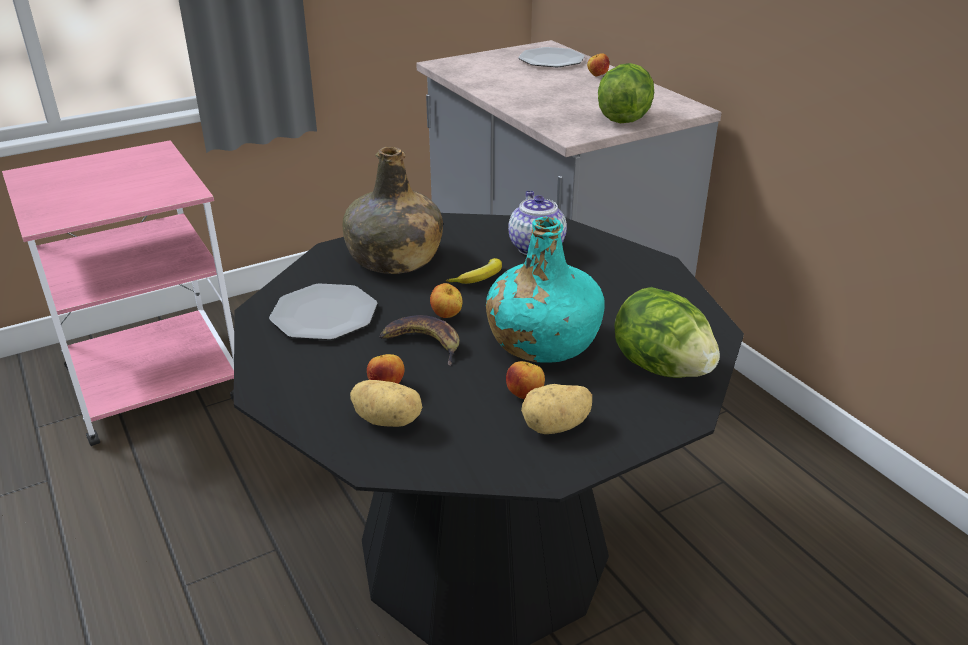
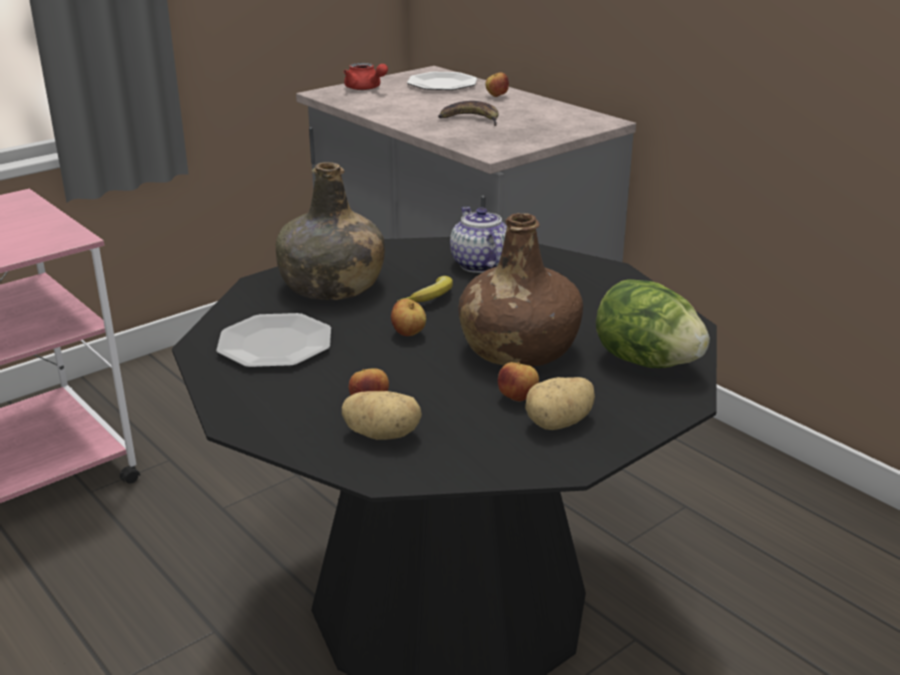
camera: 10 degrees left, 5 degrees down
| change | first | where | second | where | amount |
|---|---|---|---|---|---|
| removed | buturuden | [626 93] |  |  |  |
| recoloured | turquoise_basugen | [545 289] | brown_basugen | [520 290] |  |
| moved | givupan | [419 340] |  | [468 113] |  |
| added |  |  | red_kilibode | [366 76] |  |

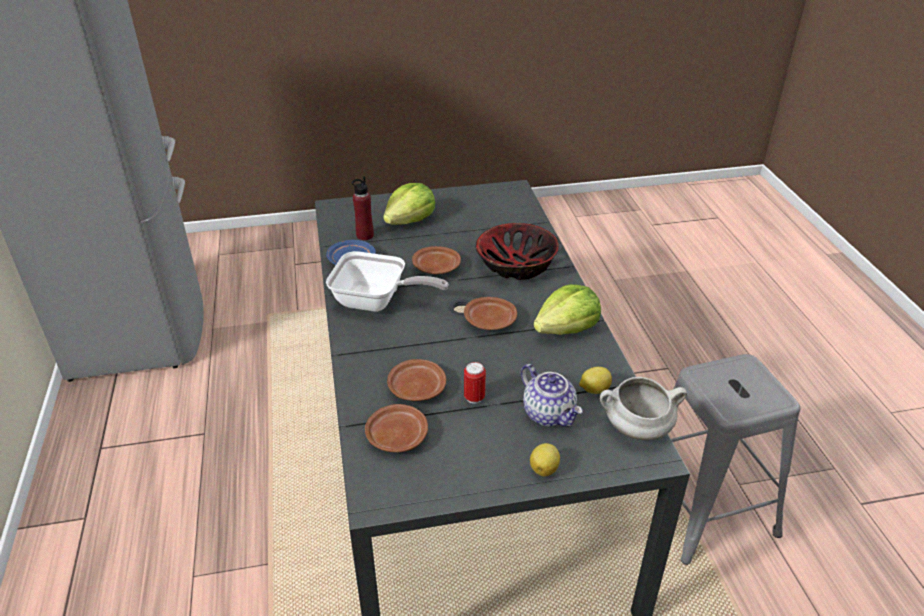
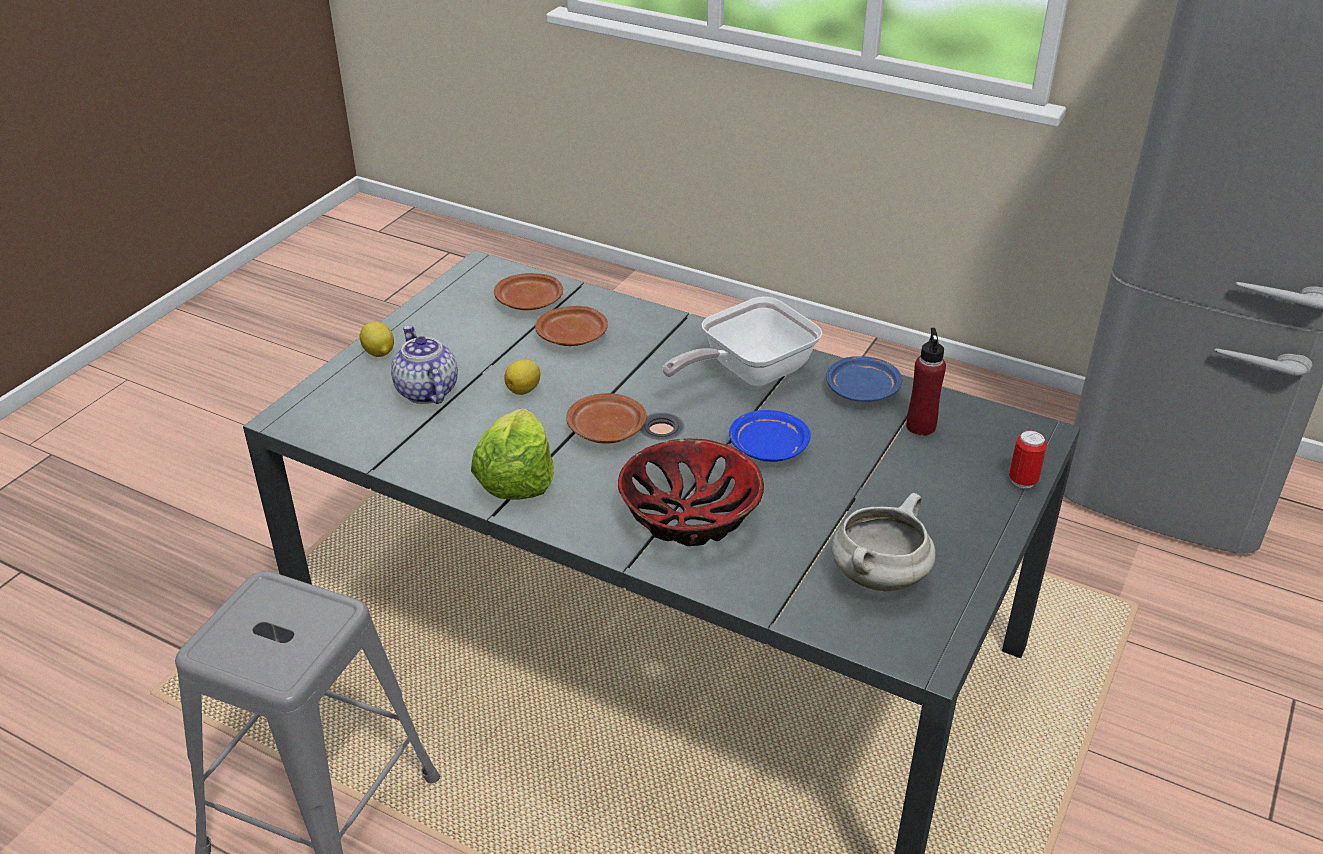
camera: 130 degrees right, 0 degrees up
| change | first | where | second | where | amount |
|---|---|---|---|---|---|
| removed | buturuden | [409 204] |  |  |  |
| recoloured | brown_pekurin | [436 260] | blue_pekurin | [770 436] |  |
| moved | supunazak | [475 383] |  | [1028 459] |  |
| turned | kilibode | [552 395] |  | [424 364] | 60 degrees clockwise |
| moved | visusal | [595 380] |  | [522 377] |  |
| moved | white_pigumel | [643 408] |  | [883 542] |  |

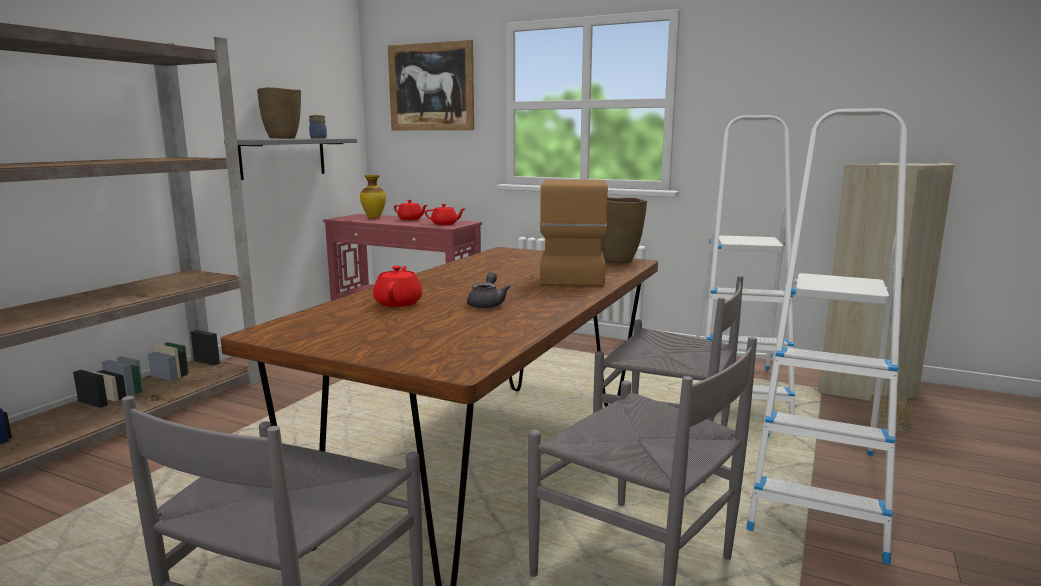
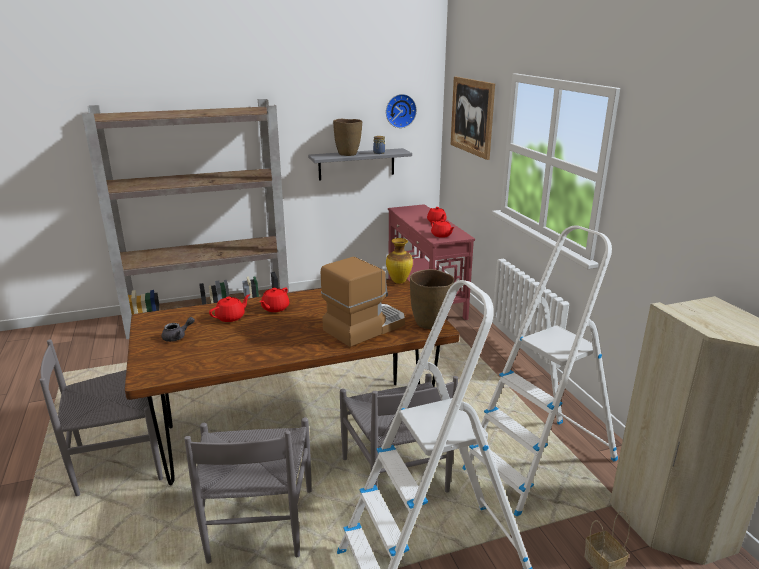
camera: 45 degrees right, 10 degrees up
| change | first | where | second | where | amount |
|---|---|---|---|---|---|
| moved | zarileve | [373 196] |  | [399 261] |  |
| moved | grey_kilibode | [488 290] |  | [178 329] |  |
| added |  |  | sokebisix | [401 111] |  |
| added |  |  | red_kilibode | [274 300] |  |

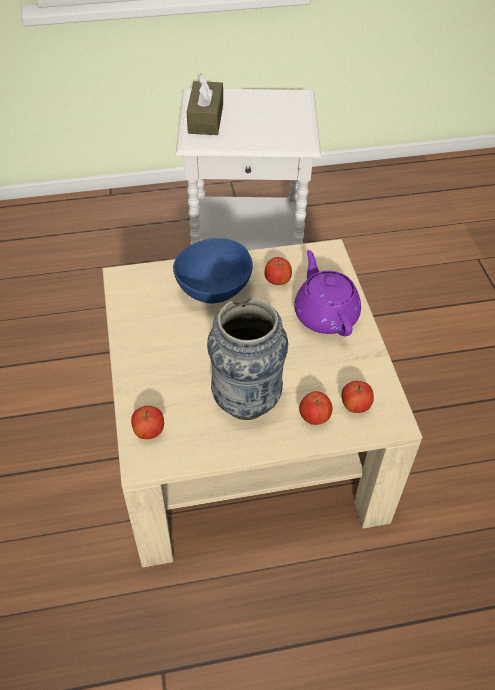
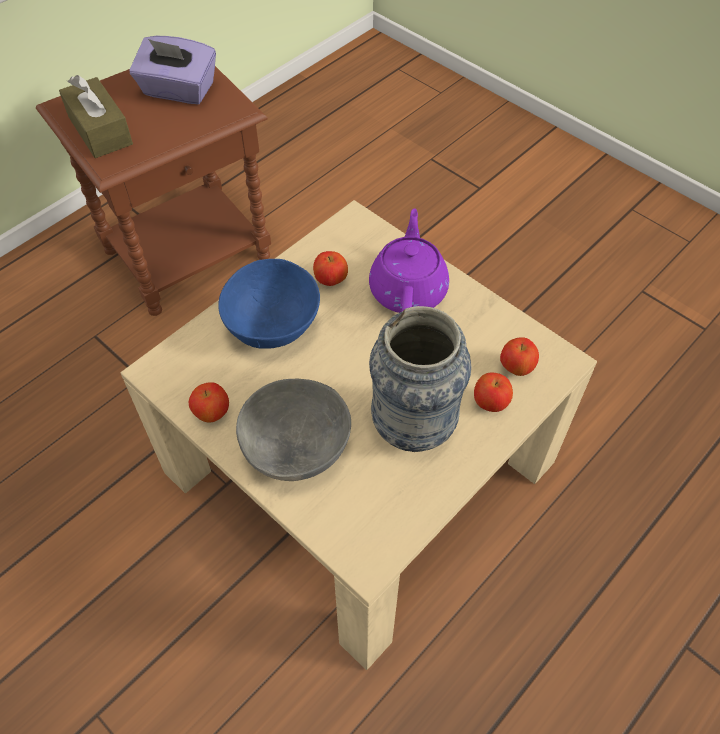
camera: 35 degrees left, 5 degrees up
| change | first | where | second | where | amount |
|---|---|---|---|---|---|
| recoloured | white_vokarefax | [248 169] | brown_vokarefax | [153 191] |  |
| turned | purple_kilibode | [327 293] |  | [409 260] | 60 degrees clockwise |
| moved | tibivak | [147 422] |  | [209 402] |  |
| added |  |  | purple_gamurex | [172 69] |  |
| added |  |  | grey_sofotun | [293 430] |  |

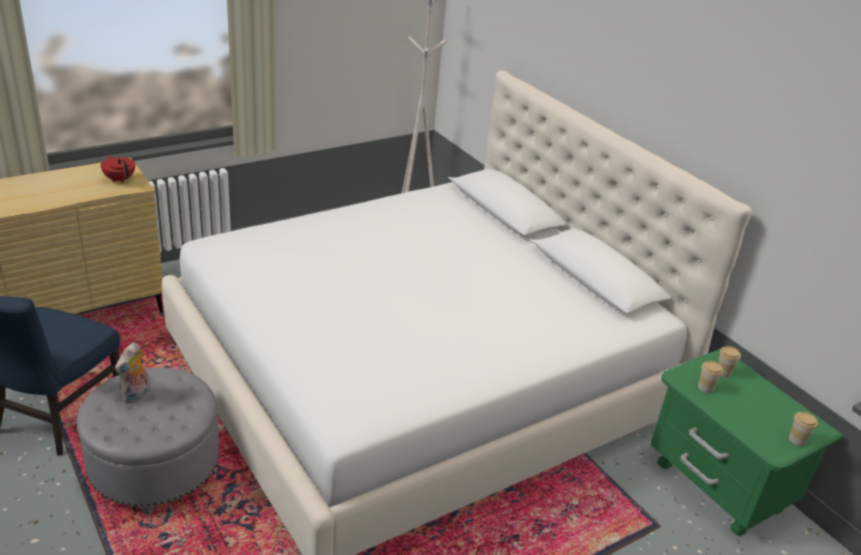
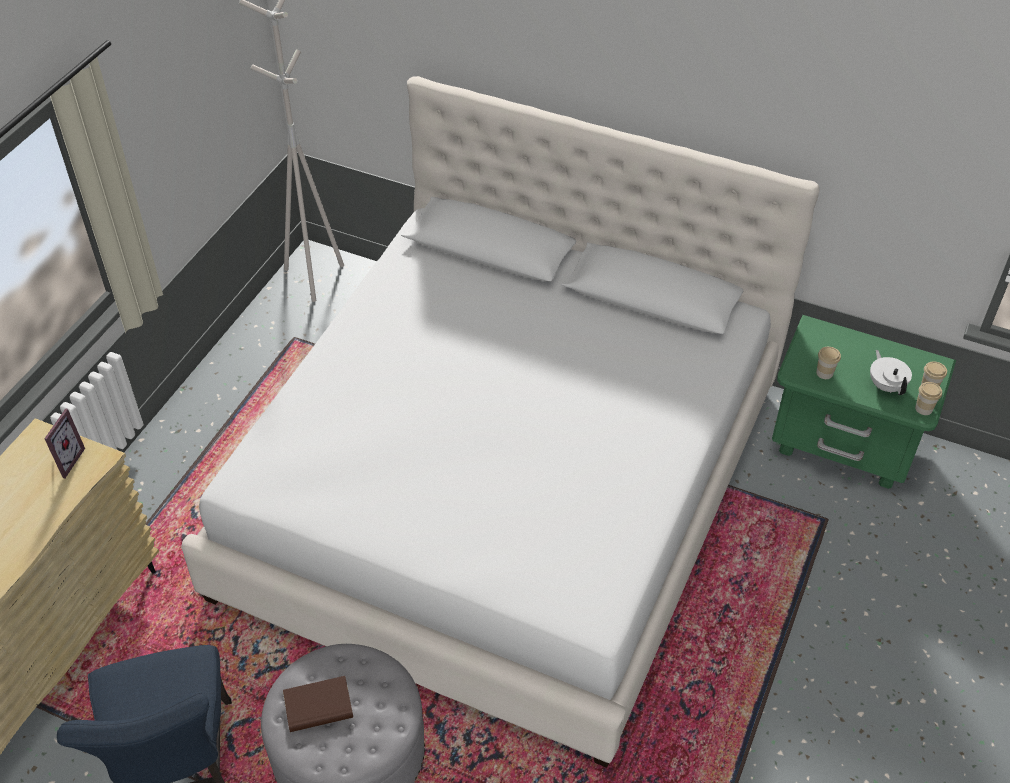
camera: 30 degrees left, 15 degrees up
| change | first | where | second | where | amount |
|---|---|---|---|---|---|
| replaced | red_kilibode | [117 169] | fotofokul | [64 443] |  |
| replaced | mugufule | [132 373] | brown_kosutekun | [318 704] |  |
| moved | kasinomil | [729 361] |  | [928 398] |  |
| added |  |  | white_kilibode | [891 372] |  |

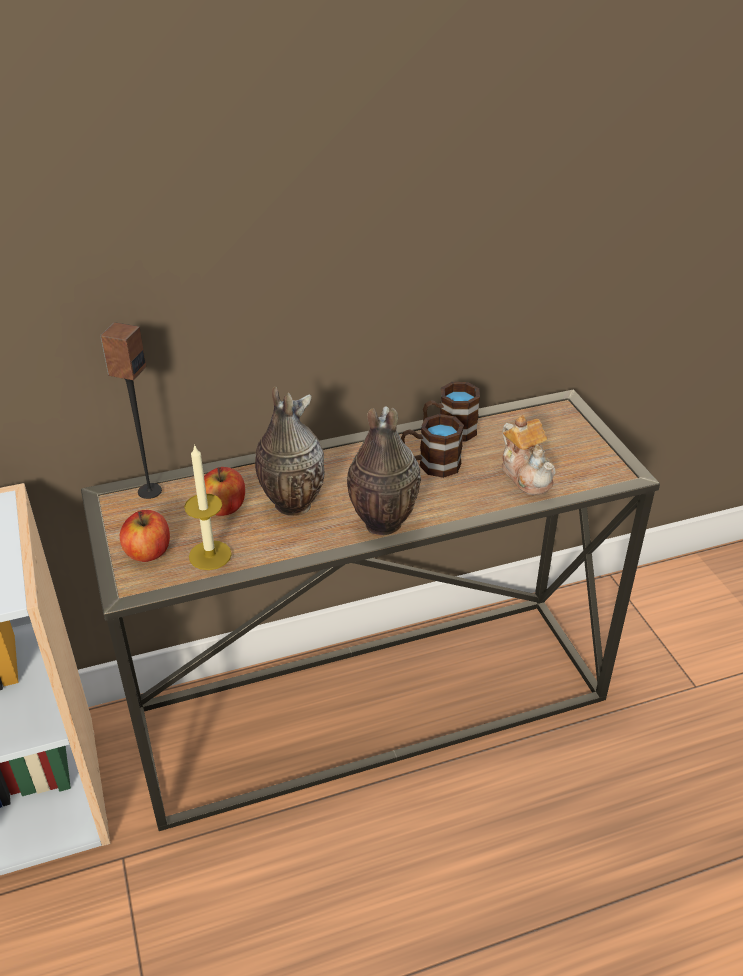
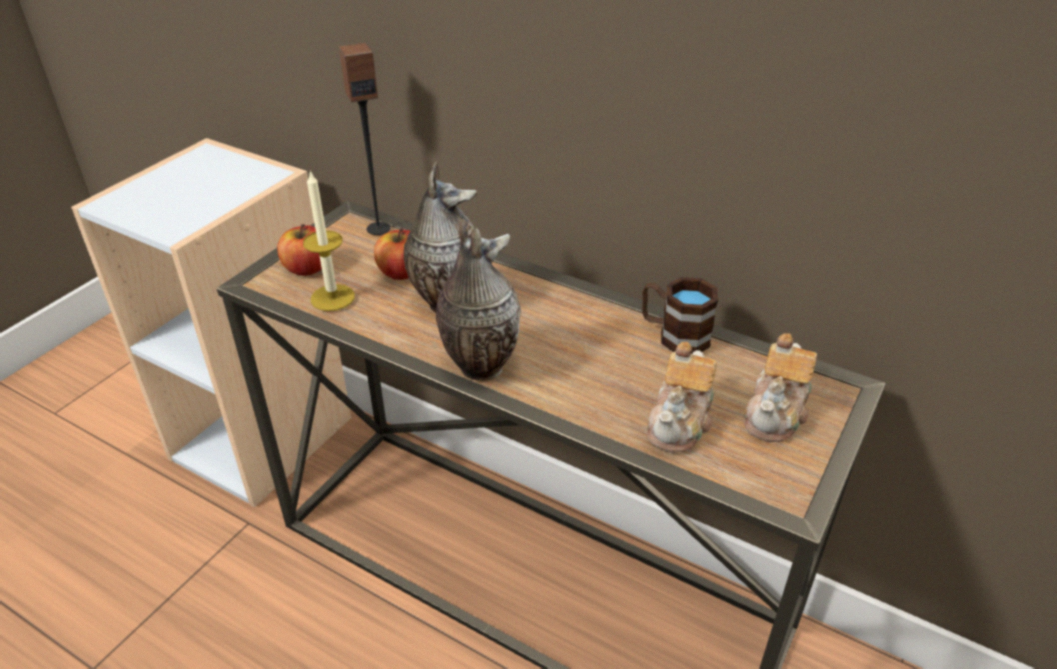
camera: 50 degrees right, 0 degrees up
| change | first | where | second | where | amount |
|---|---|---|---|---|---|
| removed | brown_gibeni | [432 446] |  |  |  |
| added |  |  | kilibode | [780 387] |  |

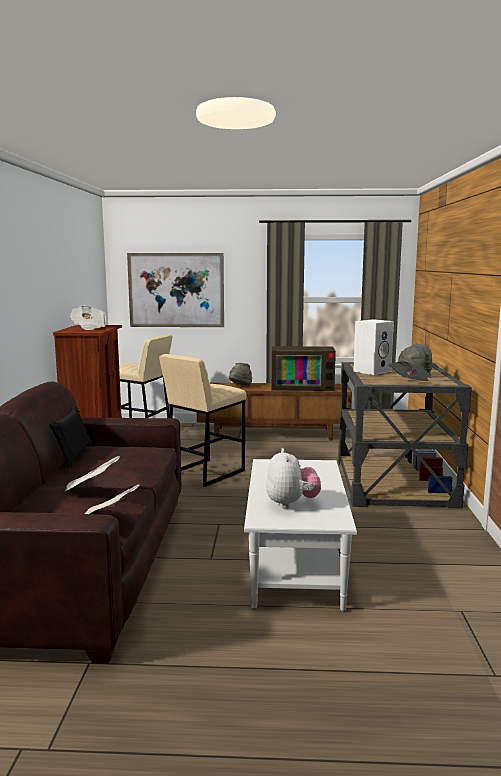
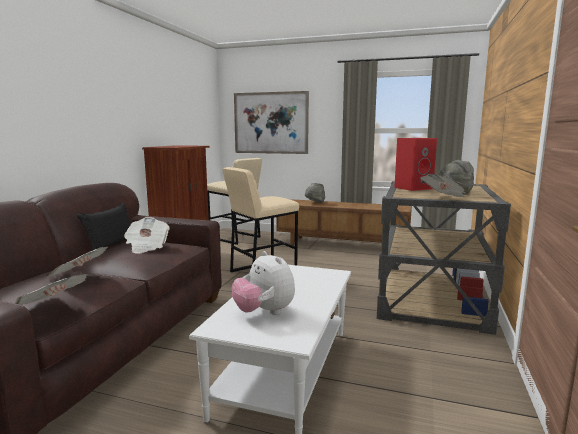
camera: 15 degrees right, 0 degrees up
| change | first | where | second | where | amount |
|---|---|---|---|---|---|
| moved | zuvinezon | [88 317] |  | [147 235] |  |
| recoloured | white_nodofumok | [373 347] | red_nodofumok | [415 164] |  |
| removed | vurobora | [304 368] |  |  |  |
| turned | mugufule | [293 478] |  | [263 283] | 135 degrees clockwise |

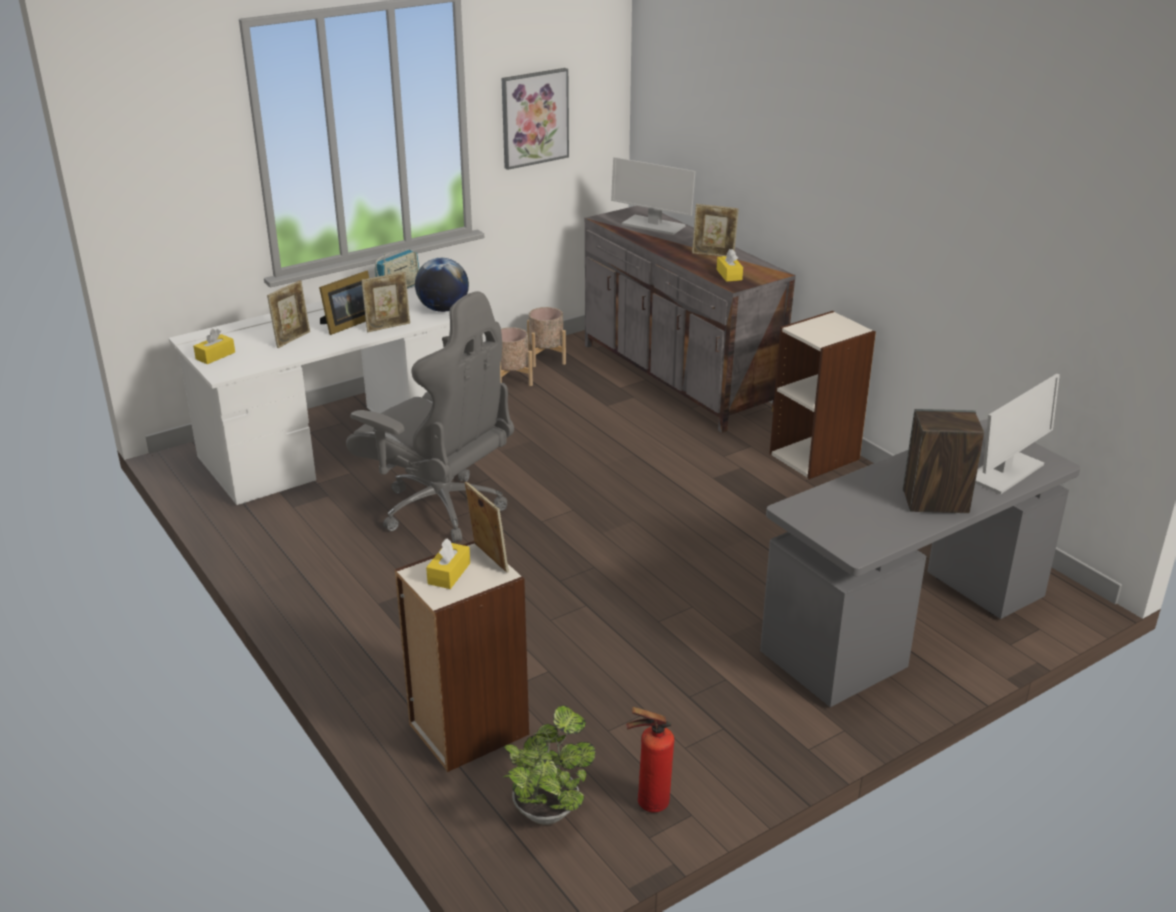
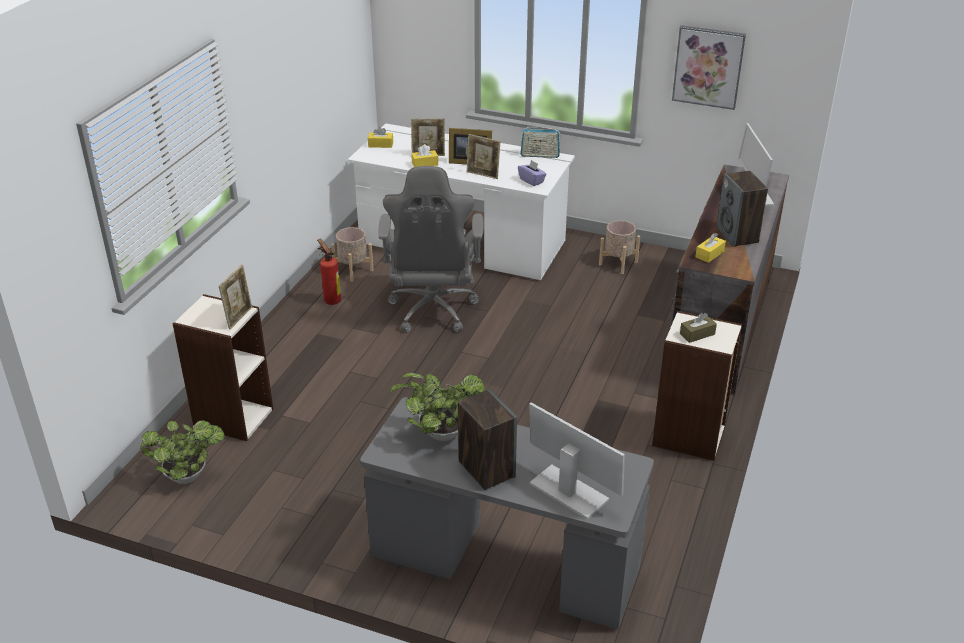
camera: 55 degrees right, 5 degrees up
| change | first | where | second | where | amount |
|---|---|---|---|---|---|
| replaced | fotofokul | [715 230] | nodofumok | [742 209] |  |
| replaced | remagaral | [442 285] | purple_gamurex | [532 173] |  |
| moved | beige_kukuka | [546 337] |  | [352 254] |  |
| turned | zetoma | [1017 434] |  | [577 461] | 150 degrees counterclockwise |
| moved | yellow_gamurex | [448 564] |  | [424 155] |  |
| moved | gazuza | [650 760] |  | [329 271] |  |
| added |  |  | brown_gamurex | [698 328] |  |
| added |  |  | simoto | [437 407] |  |

